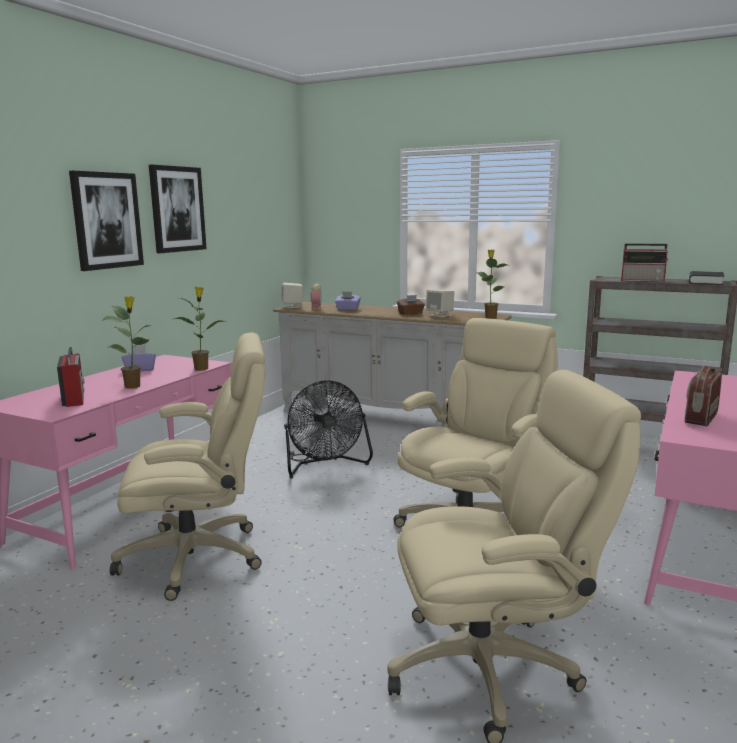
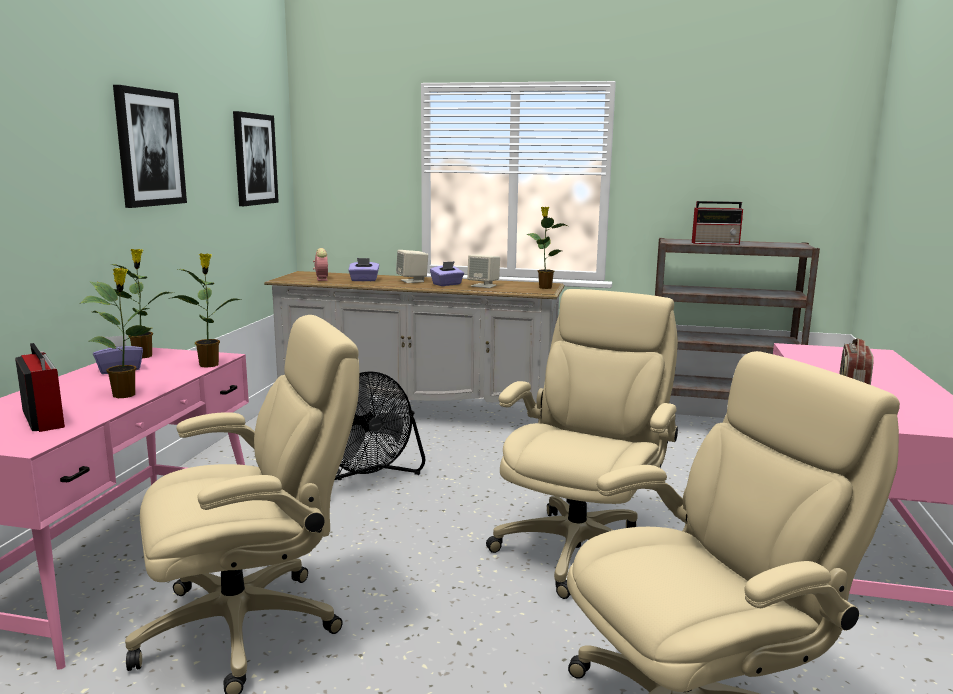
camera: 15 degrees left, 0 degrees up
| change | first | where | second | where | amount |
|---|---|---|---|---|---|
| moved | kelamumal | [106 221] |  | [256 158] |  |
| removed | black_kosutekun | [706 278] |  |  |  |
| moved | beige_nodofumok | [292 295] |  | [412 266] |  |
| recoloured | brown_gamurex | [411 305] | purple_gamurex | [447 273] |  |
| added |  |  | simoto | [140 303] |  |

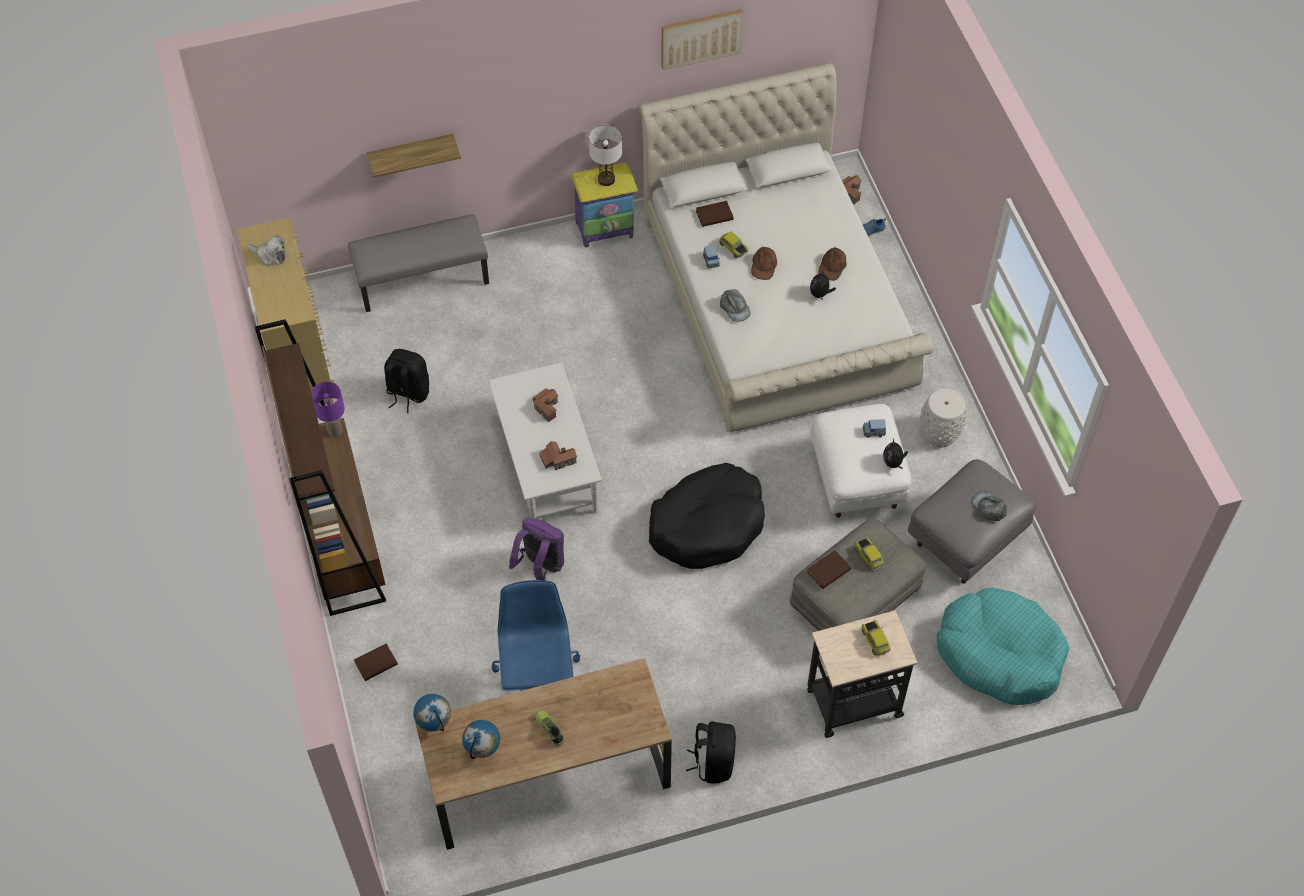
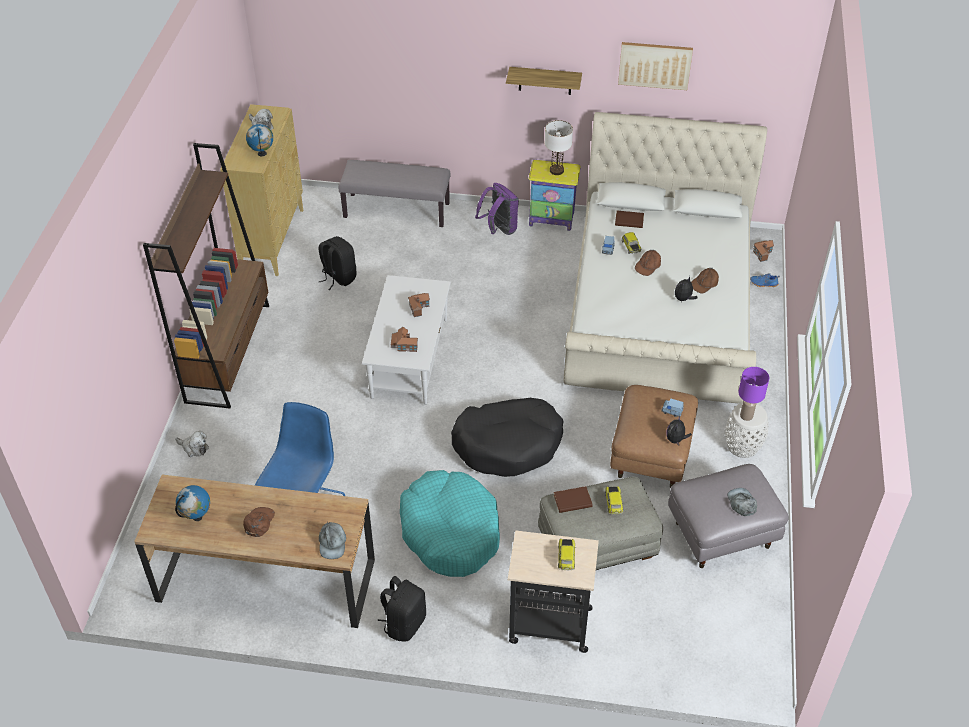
camera: 25 degrees right, 10 degrees down
| change | first | where | second | where | amount |
|---|---|---|---|---|---|
| moved | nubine | [414 156] |  | [544 81] |  |
| moved | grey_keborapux | [735 305] |  | [332 540] |  |
| moved | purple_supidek | [328 409] |  | [753 394] |  |
| recoloured | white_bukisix | [861 461] | brown_bukisix | [654 436] |  |
| moved | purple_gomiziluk | [536 549] |  | [497 209] |  |
| moved | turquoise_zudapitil | [1003 646] |  | [450 523] |  |
| replaced | brown_kosutekun | [376 662] | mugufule | [192 444] |  |
| moved | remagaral | [432 712] |  | [259 140] |  |
| replaced | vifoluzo | [549 729] | brown_keborapux | [259 522] |  |

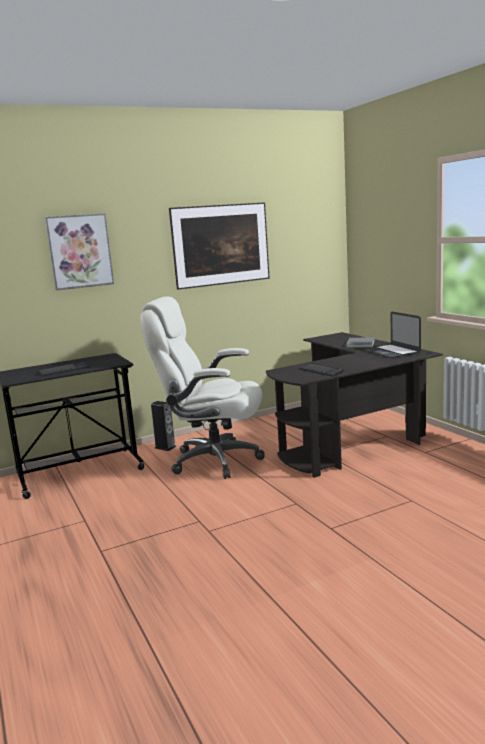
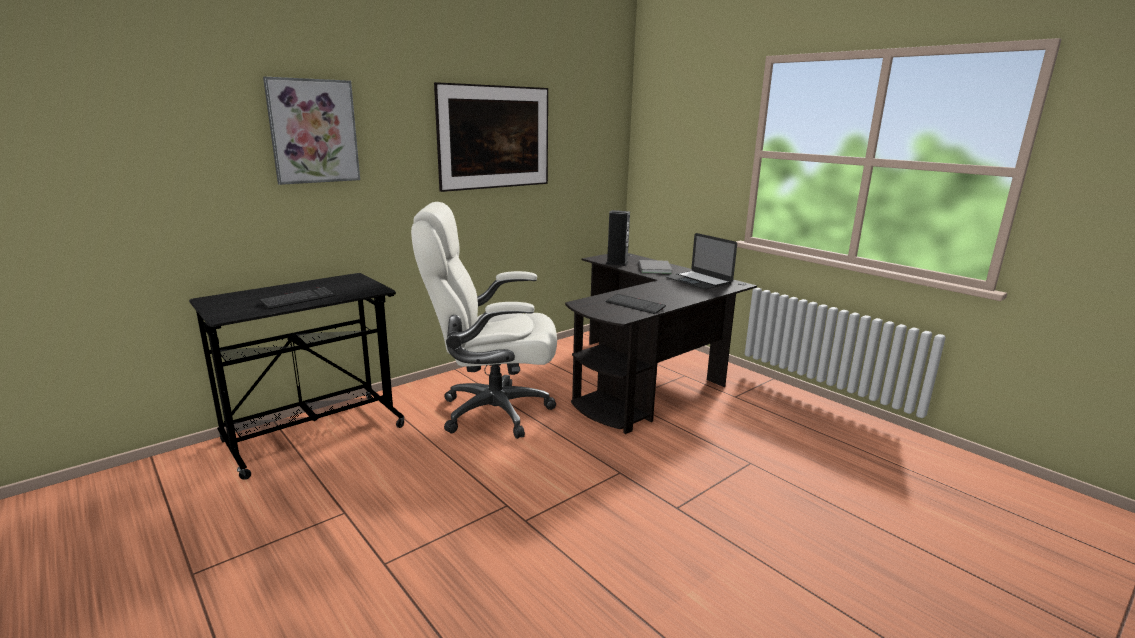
camera: 15 degrees left, 5 degrees up
| change | first | where | second | where | amount |
|---|---|---|---|---|---|
| moved | nodofumok | [163 426] |  | [618 238] |  |

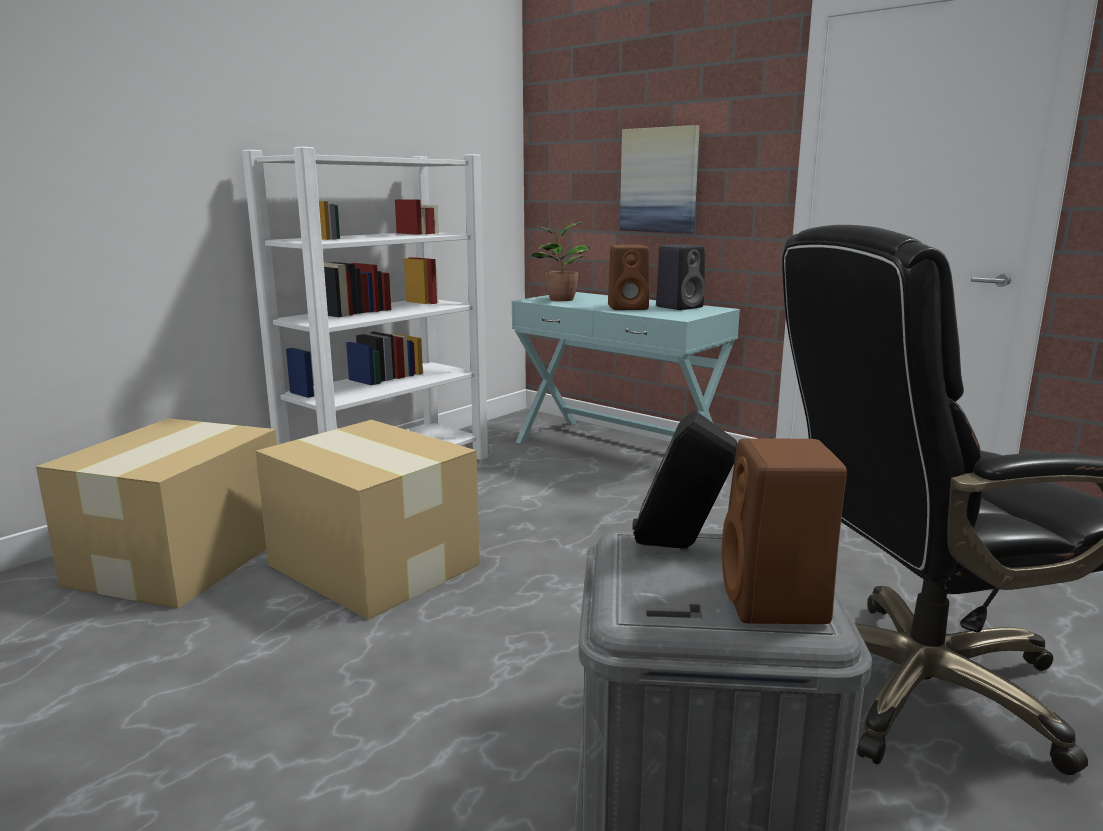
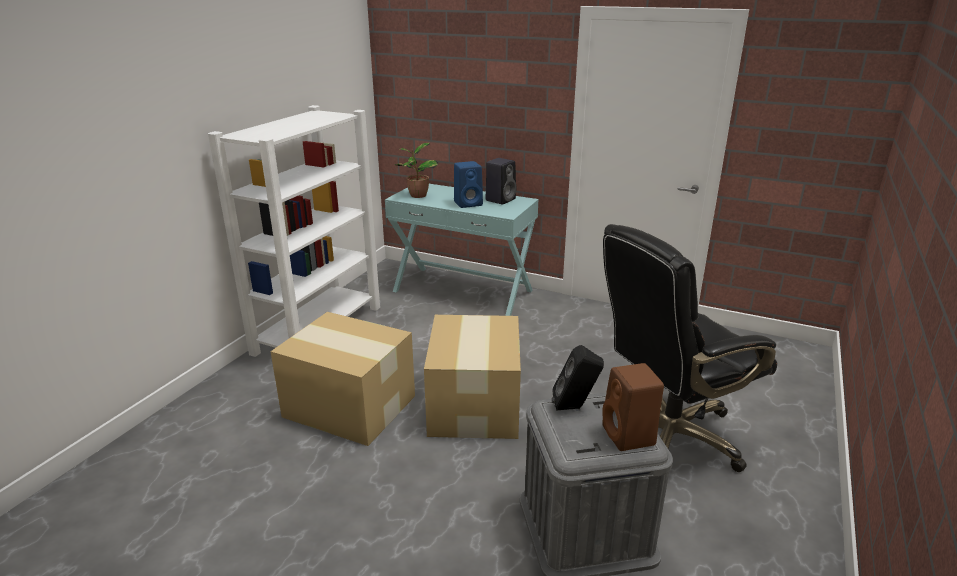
camera: 15 degrees left, 10 degrees up
| change | first | where | second | where | amount |
|---|---|---|---|---|---|
| removed | kelamumal | [660 179] |  |  |  |
| recoloured | brown_nodofumok | [628 277] | blue_nodofumok | [468 184] |  |
| moved | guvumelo | [156 513] |  | [472 377] |  |

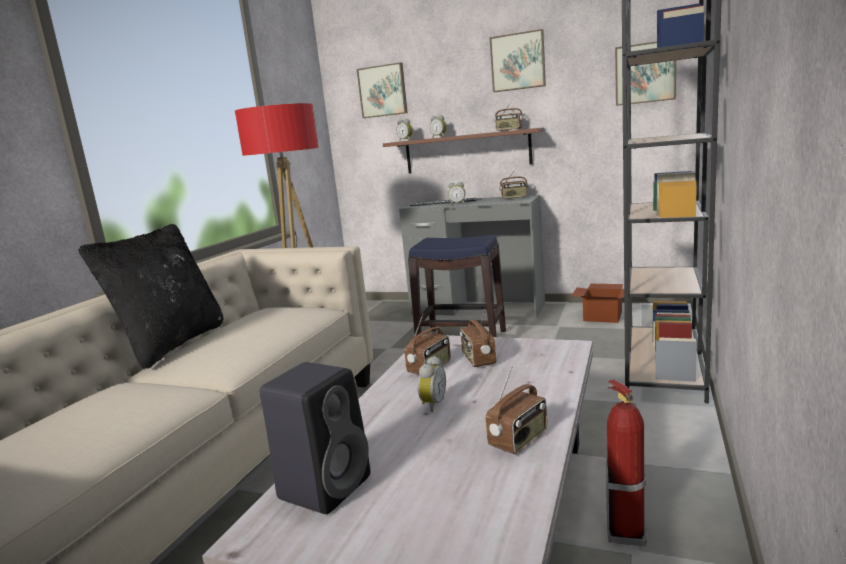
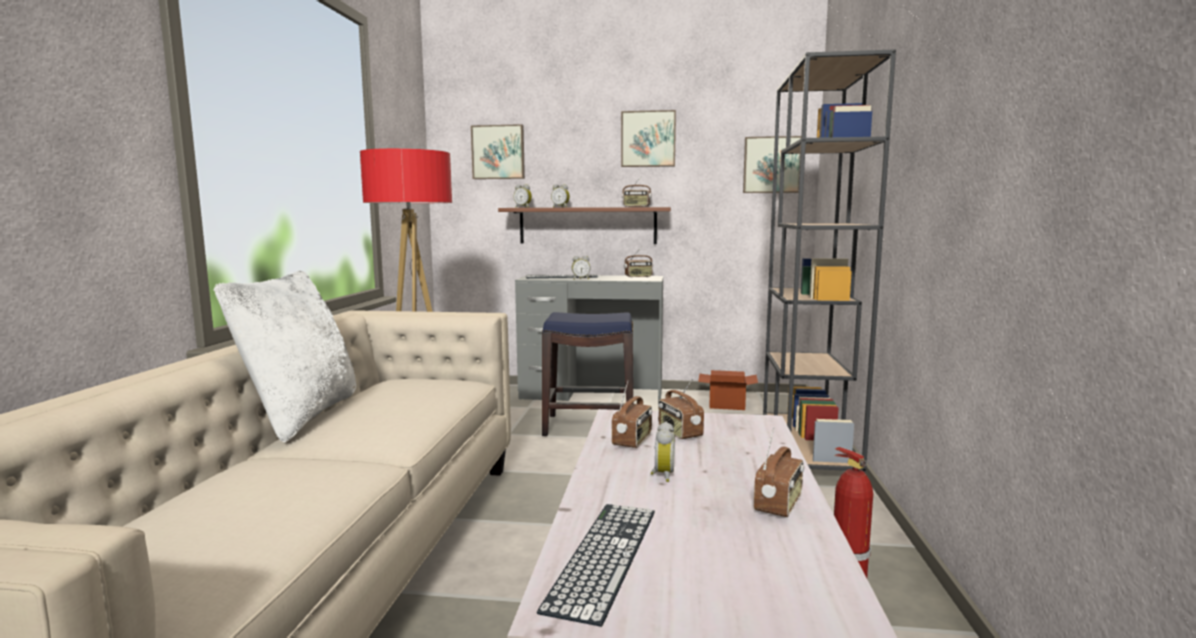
camera: 15 degrees left, 5 degrees down
| change | first | where | second | where | amount |
|---|---|---|---|---|---|
| recoloured | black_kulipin | [151 296] | white_kulipin | [285 356] |  |
| replaced | black_nodofumok | [315 438] | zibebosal | [596 565] |  |

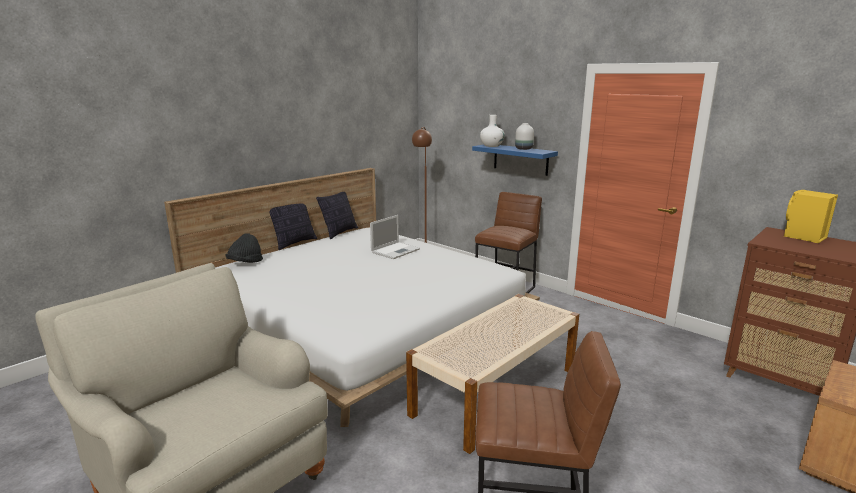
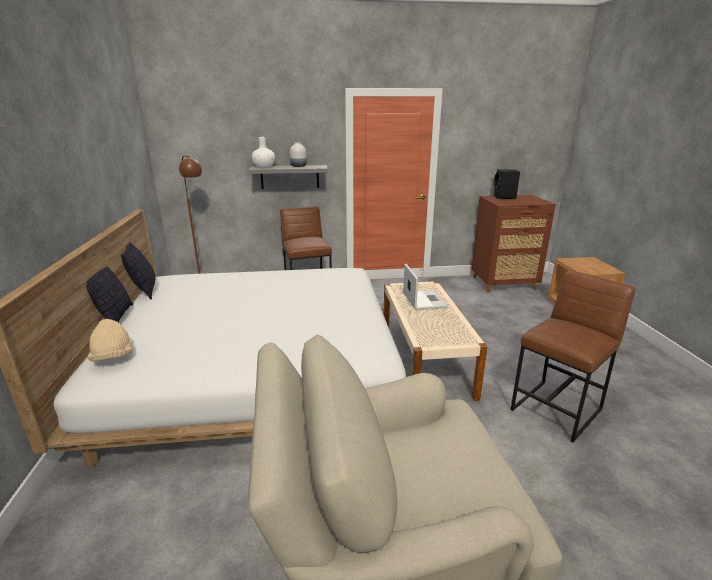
camera: 50 degrees left, 5 degrees up
| change | first | where | second | where | amount |
|---|---|---|---|---|---|
| recoloured | blue_nubine | [515 160] | grey_nubine | [288 177] |  |
| recoloured | yellow_nodofumok | [811 216] | black_nodofumok | [507 184] |  |
| moved | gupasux | [395 237] |  | [425 287] |  |
| recoloured | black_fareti | [244 248] | beige_fareti | [110 340] |  |

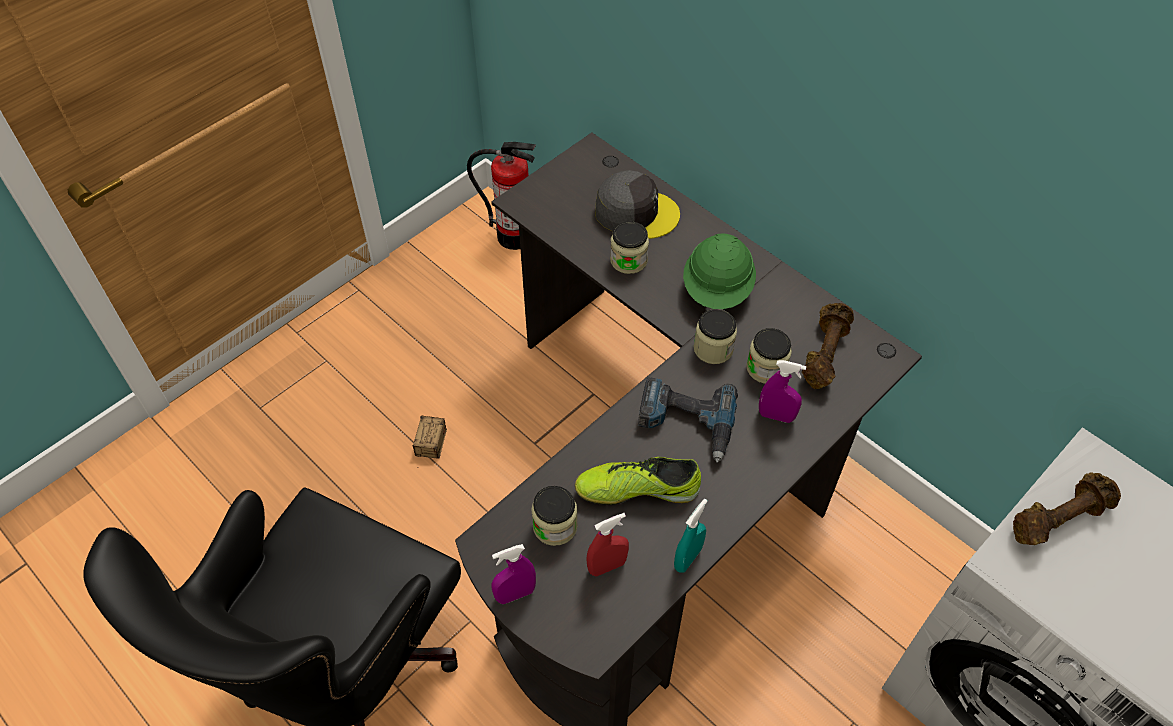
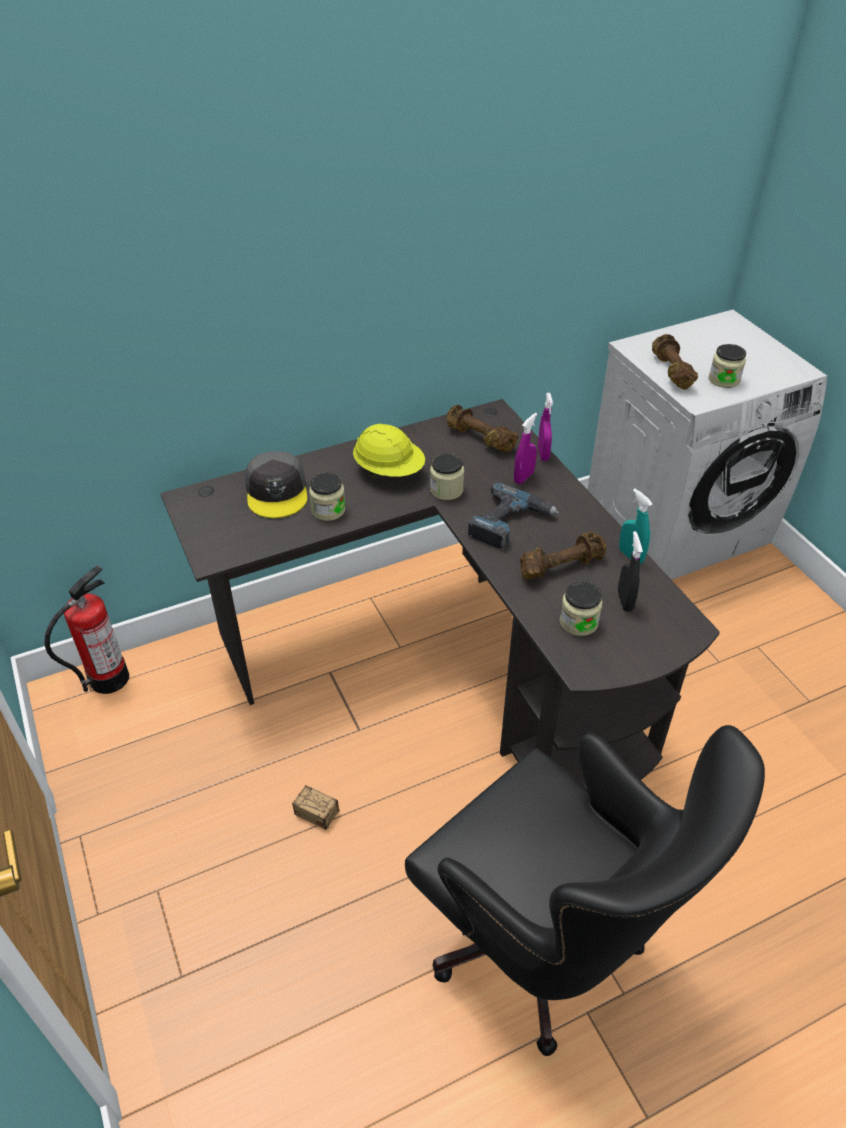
camera: 70 degrees left, 10 degrees down
| change | first | where | second | where | amount |
|---|---|---|---|---|---|
| turned | grey_keborapux | [637 204] |  | [276 484] | 135 degrees clockwise |
| recoloured | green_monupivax | [719 271] | yellow_monupivax | [389 451] |  |
| moved | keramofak | [769 356] |  | [727 366] |  |
| replaced | vifoluzo | [638 481] | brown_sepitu | [563 555] |  |
| recoloured | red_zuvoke | [607 545] | black_zuvoke | [630 571] |  |
| moved | purple_zuvoke | [514 574] |  | [545 427] |  |

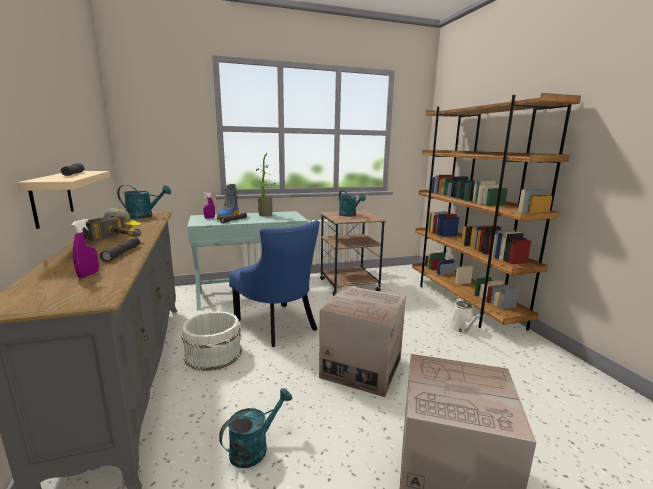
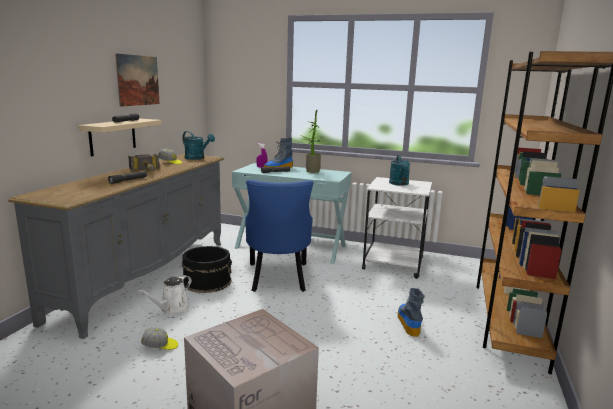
camera: 35 degrees right, 0 degrees up
| change | first | where | second | where | amount |
|---|---|---|---|---|---|
| recoloured | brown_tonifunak | [353 253] | white_tonifunak | [397 228] |  |
| removed | purple_zuvoke | [85 248] |  |  |  |
| removed | guvumelo | [362 341] |  |  |  |
| moved | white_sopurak | [464 316] |  | [165 295] |  |
| recoloured | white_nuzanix | [211 341] | black_nuzanix | [207 269] |  |
| replaced | turquoise_sopurak | [255 428] | keborapux | [159 339] |  |
| added |  |  | kelamumal | [137 80] |  |
| added |  |  | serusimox | [411 312] |  |

